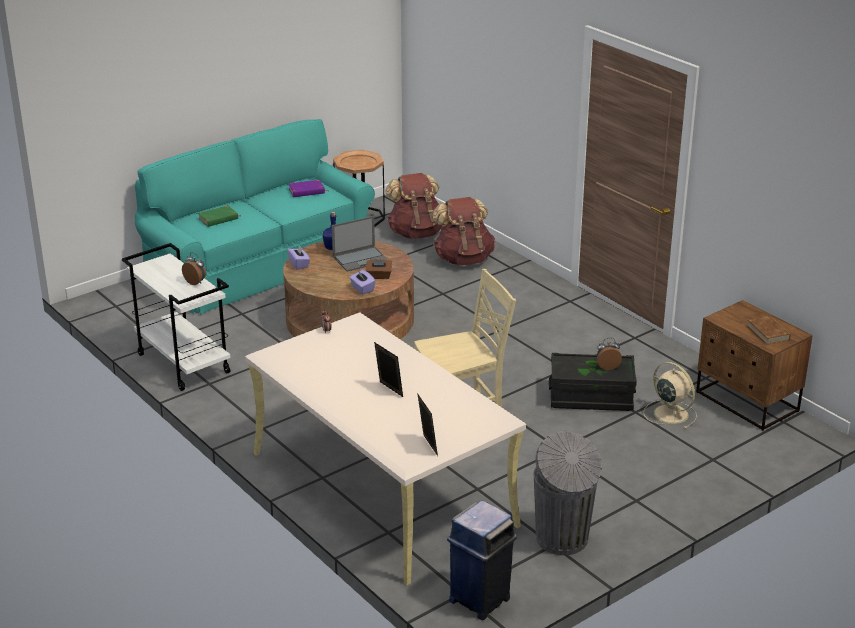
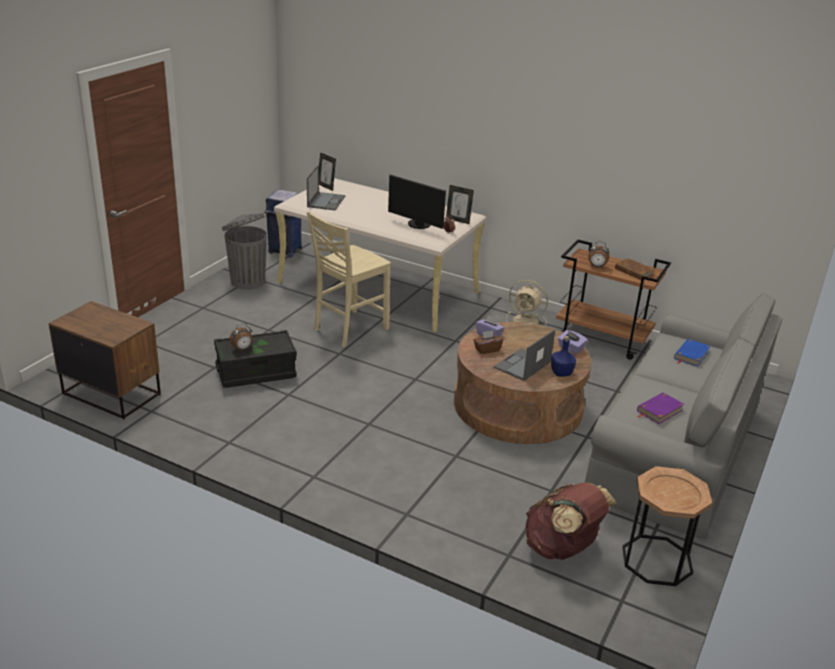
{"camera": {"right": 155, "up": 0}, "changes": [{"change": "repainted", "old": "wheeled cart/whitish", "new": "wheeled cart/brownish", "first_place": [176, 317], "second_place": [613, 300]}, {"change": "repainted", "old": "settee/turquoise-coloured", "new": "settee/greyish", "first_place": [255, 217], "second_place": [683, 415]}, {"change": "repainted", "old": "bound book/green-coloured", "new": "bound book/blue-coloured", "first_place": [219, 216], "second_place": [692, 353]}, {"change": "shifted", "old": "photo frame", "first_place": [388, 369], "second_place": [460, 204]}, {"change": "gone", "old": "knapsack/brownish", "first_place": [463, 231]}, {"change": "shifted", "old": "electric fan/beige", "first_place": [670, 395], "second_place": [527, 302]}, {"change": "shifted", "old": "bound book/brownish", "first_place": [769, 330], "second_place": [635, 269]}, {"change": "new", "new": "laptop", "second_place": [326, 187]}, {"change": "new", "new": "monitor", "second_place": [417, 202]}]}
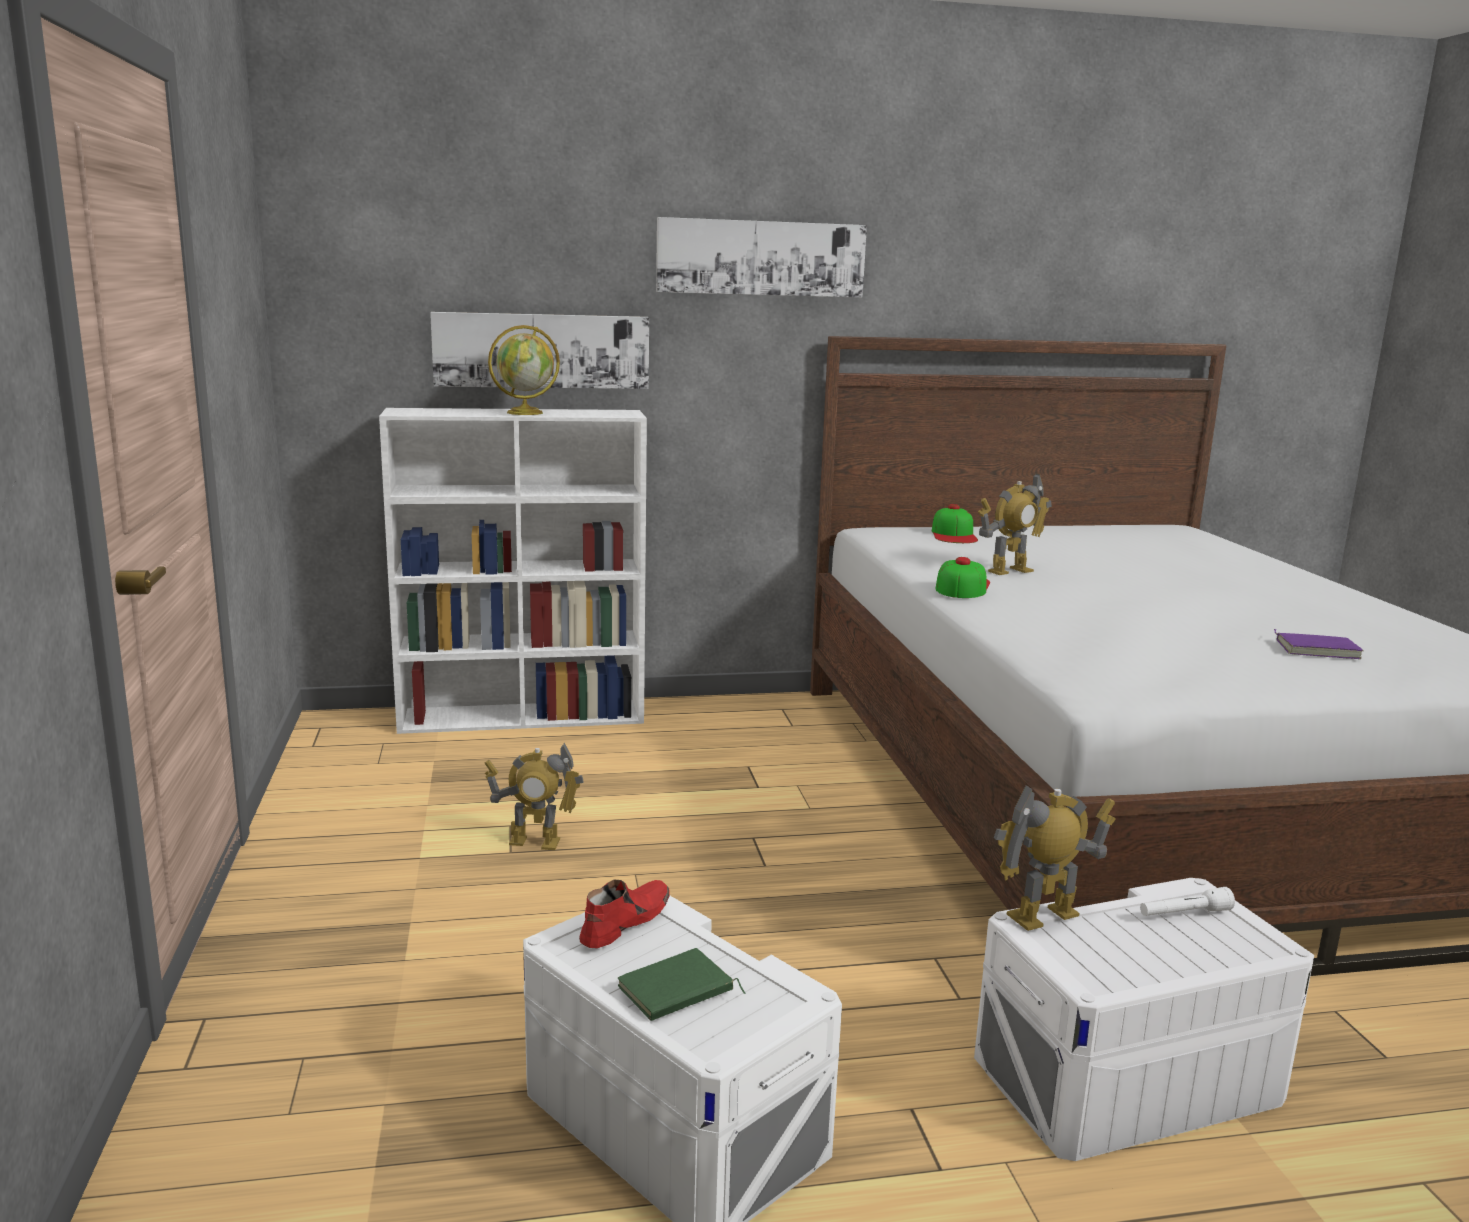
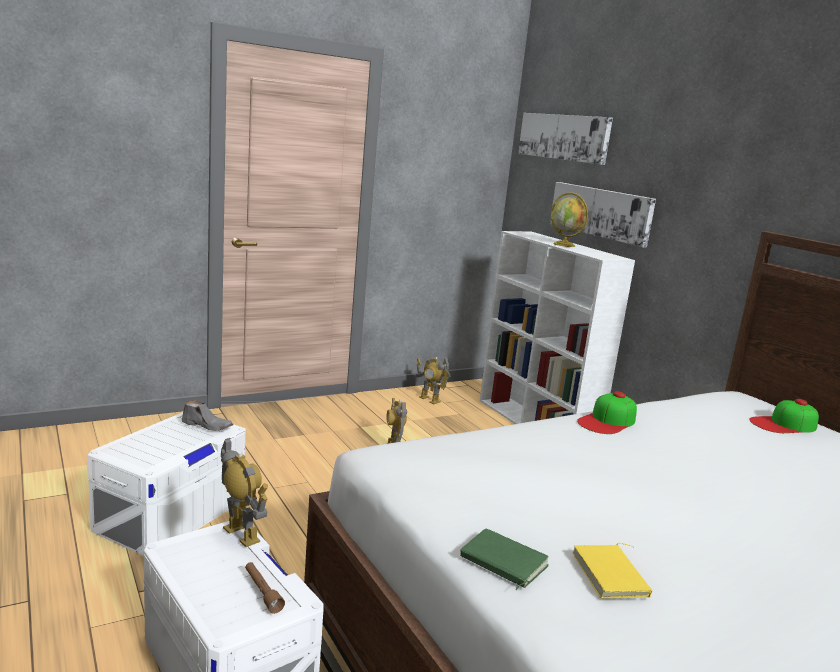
{"camera": {"right": 70, "up": 0}, "changes": [{"change": "repainted", "old": "shoe/reddish", "new": "shoe/greyish", "first_place": [624, 914], "second_place": [207, 416]}, {"change": "shifted", "old": "bound book/green-coloured", "first_place": [681, 984], "second_place": [504, 559]}, {"change": "shifted", "old": "wall art", "first_place": [761, 257], "second_place": [565, 139]}, {"change": "rotated", "old": "cap", "first_place": [962, 577], "second_place": [607, 412], "degrees": 135}, {"change": "shifted", "old": "robot figure", "first_place": [1015, 524], "second_place": [433, 380]}, {"change": "repainted", "old": "hand torch/whitish", "new": "hand torch/brownish", "first_place": [1187, 901], "second_place": [265, 588]}, {"change": "repainted", "old": "bound book/purple-coloured", "new": "bound book/yellowish", "first_place": [1319, 644], "second_place": [613, 571]}]}
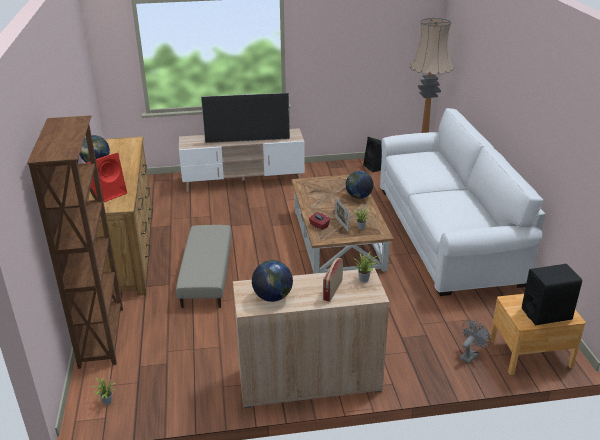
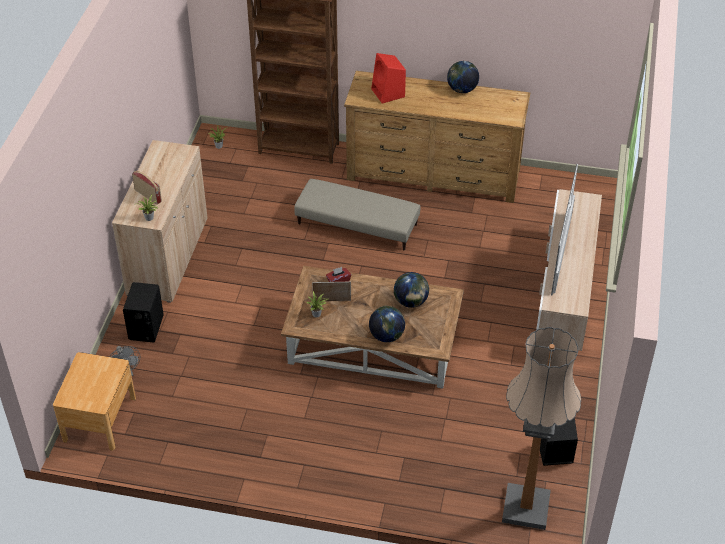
{"camera": {"right": 110, "up": 15}, "changes": [{"change": "shifted", "old": "globe", "first_place": [272, 281], "second_place": [411, 290]}, {"change": "gone", "old": "settee/whitish", "first_place": [462, 202]}, {"change": "shifted", "old": "audio speaker/black-coloured", "first_place": [552, 294], "second_place": [143, 312]}]}
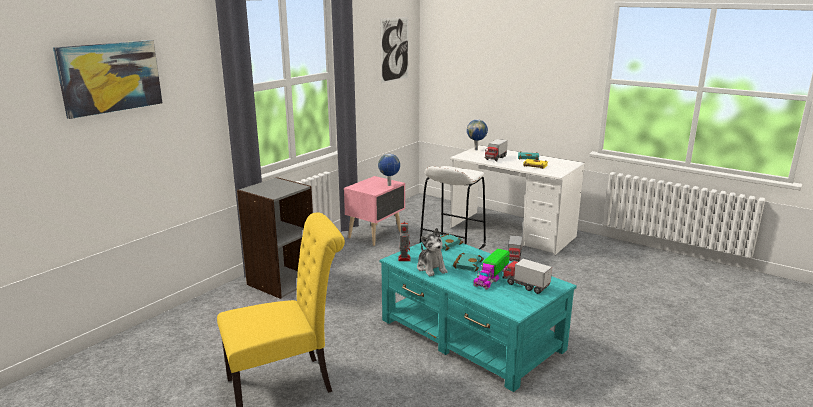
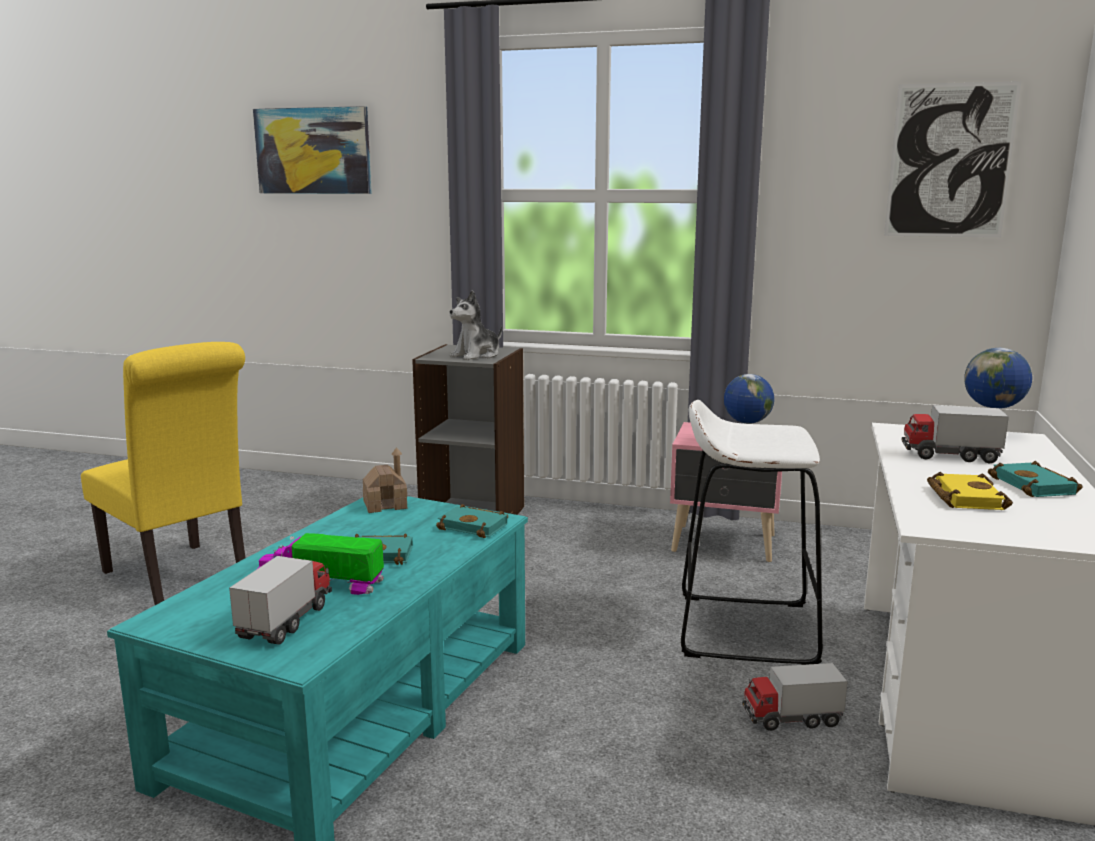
{"camera": {"right": 70, "up": -5}, "changes": [{"change": "swapped", "old": "robot figure", "new": "toy house", "first_place": [404, 239], "second_place": [385, 480]}, {"change": "shifted", "old": "cuddly toy", "first_place": [432, 252], "second_place": [476, 325]}]}
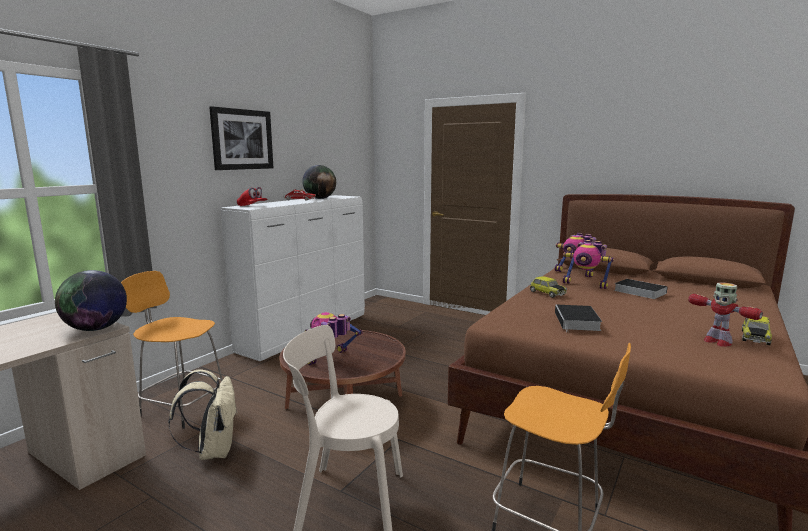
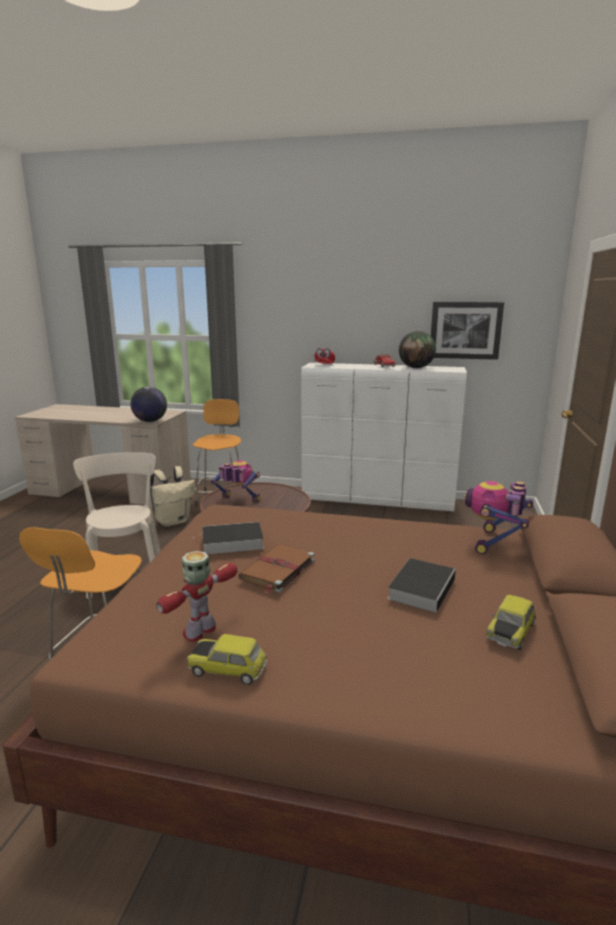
{"camera": {"right": 70, "up": 5}, "changes": [{"change": "shifted", "old": "wall art", "first_place": [241, 138], "second_place": [467, 331]}, {"change": "shifted", "old": "toy car", "first_place": [548, 287], "second_place": [511, 622]}, {"change": "gone", "old": "robot figure", "first_place": [588, 264]}, {"change": "new", "new": "bound book/brownish", "second_place": [276, 568]}]}
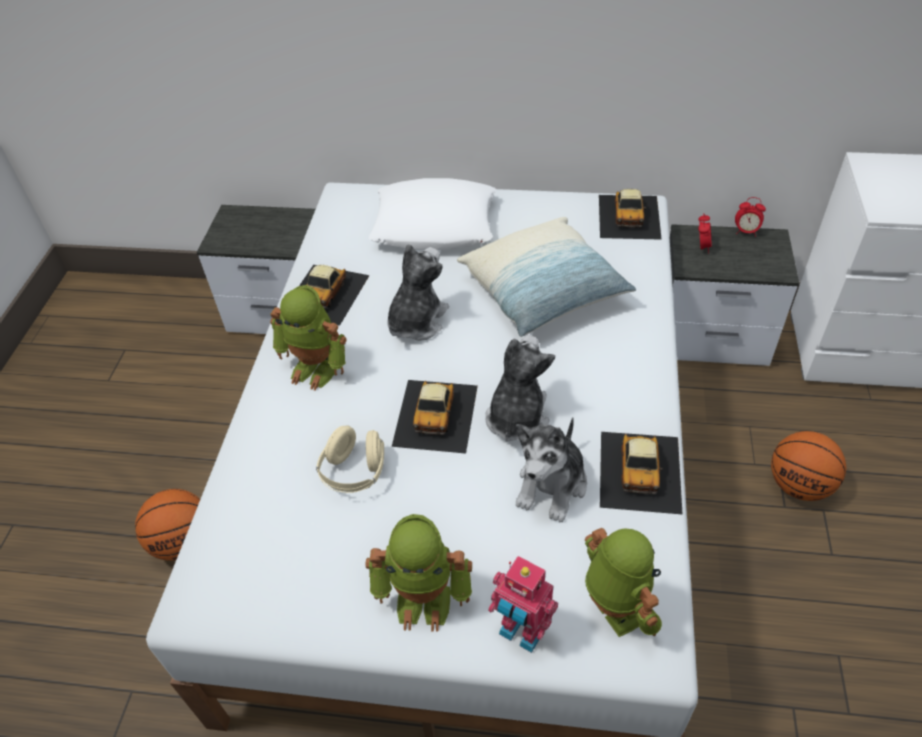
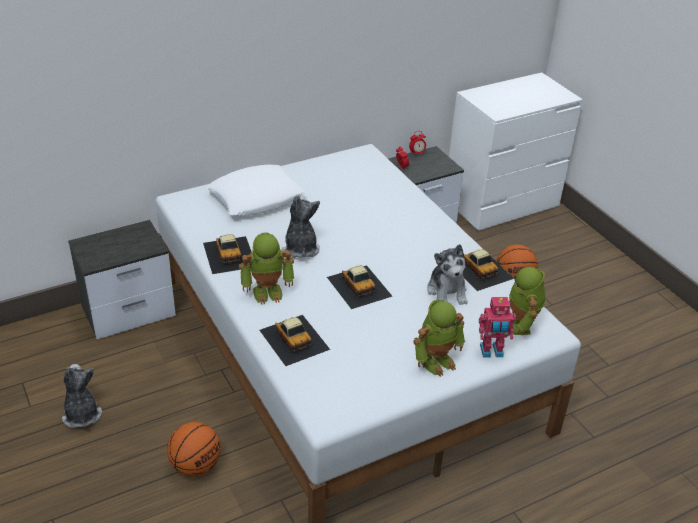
{"camera": {"right": -40, "up": -10}, "changes": [{"change": "gone", "old": "headset/beige", "first_place": [350, 459]}, {"change": "gone", "old": "pillow", "first_place": [546, 277]}, {"change": "shifted", "old": "cuddly toy", "first_place": [520, 388], "second_place": [82, 396]}, {"change": "rotated", "old": "robot figure", "first_place": [623, 582], "second_place": [527, 301], "degrees": -120}, {"change": "shifted", "old": "toy car", "first_place": [630, 214], "second_place": [295, 340]}]}
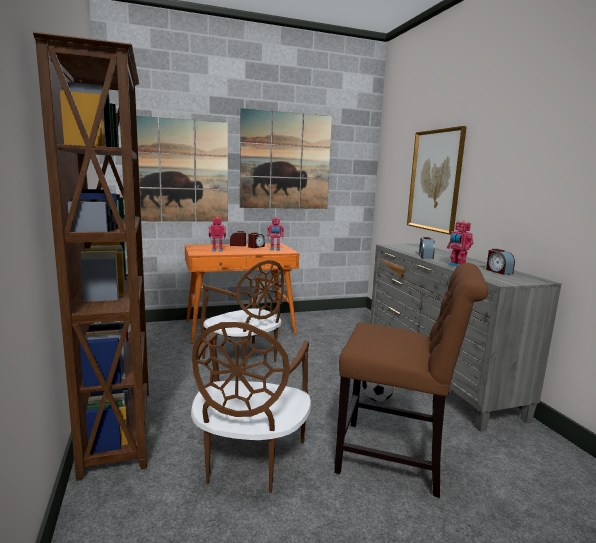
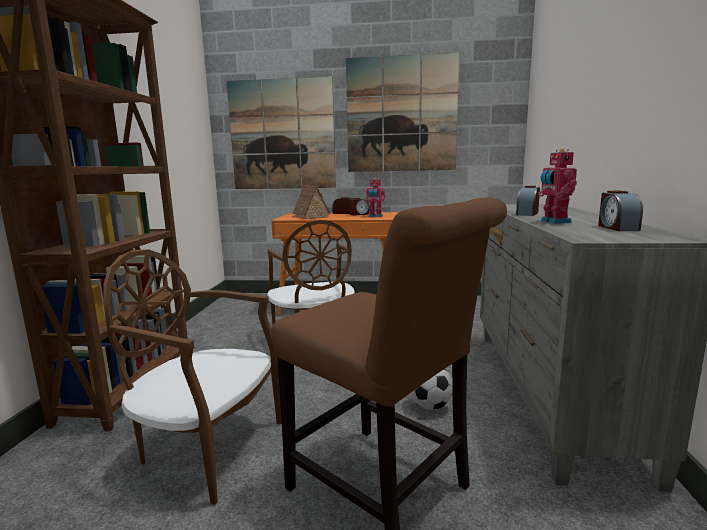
{"camera": {"right": 25, "up": 0}, "changes": [{"change": "rotated", "old": "upright chair/brownish", "first_place": [251, 407], "second_place": [192, 377], "degrees": 75}, {"change": "swapped", "old": "robot figure", "new": "toy house", "first_place": [217, 234], "second_place": [311, 202]}, {"change": "gone", "old": "wall art", "first_place": [437, 180]}]}
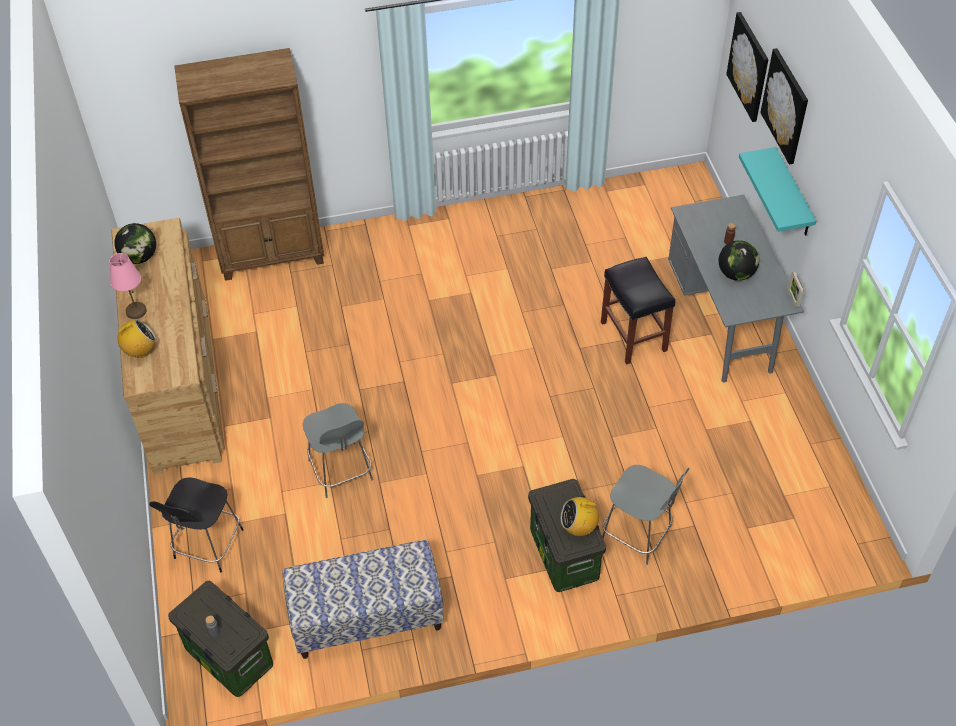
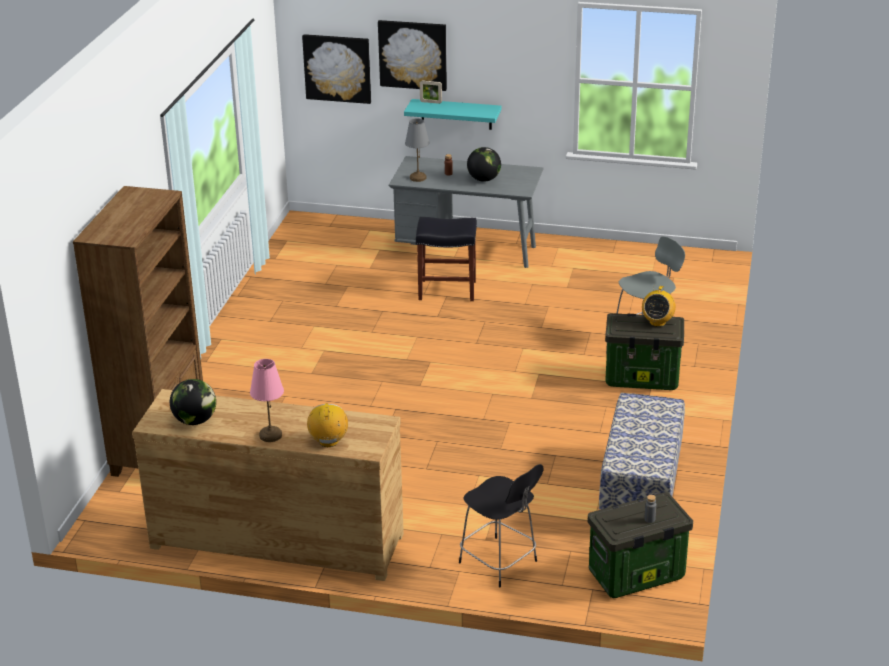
{"camera": {"right": -65, "up": -20}, "changes": [{"change": "gone", "old": "upright chair/greyish", "first_place": [338, 450]}, {"change": "shifted", "old": "photo frame", "first_place": [796, 290], "second_place": [431, 92]}, {"change": "new", "new": "table lamp/greyish", "second_place": [417, 150]}]}
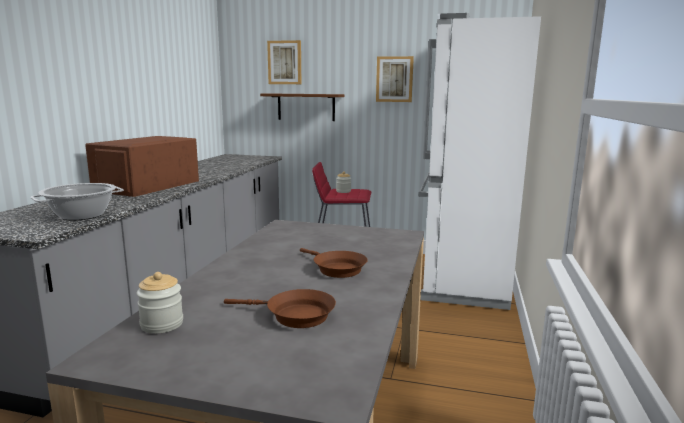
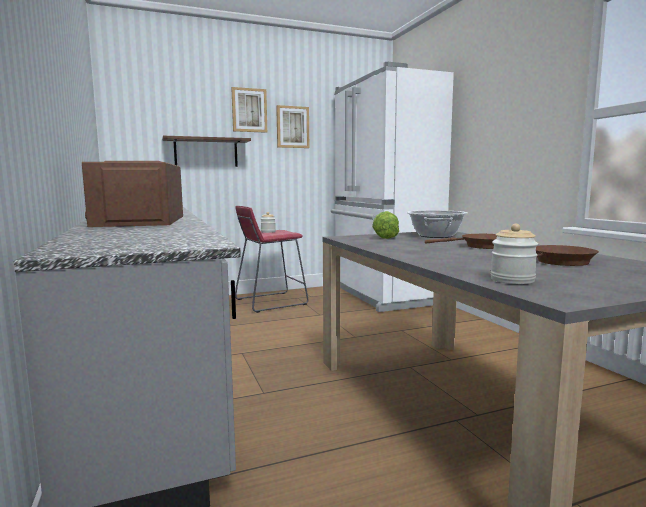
{"camera": {"right": -35, "up": -5}, "changes": [{"change": "shifted", "old": "cooking pot", "first_place": [77, 201], "second_place": [437, 224]}, {"change": "shifted", "old": "wall art", "first_place": [284, 62], "second_place": [249, 110]}, {"change": "new", "new": "lettuce head", "second_place": [385, 225]}]}
